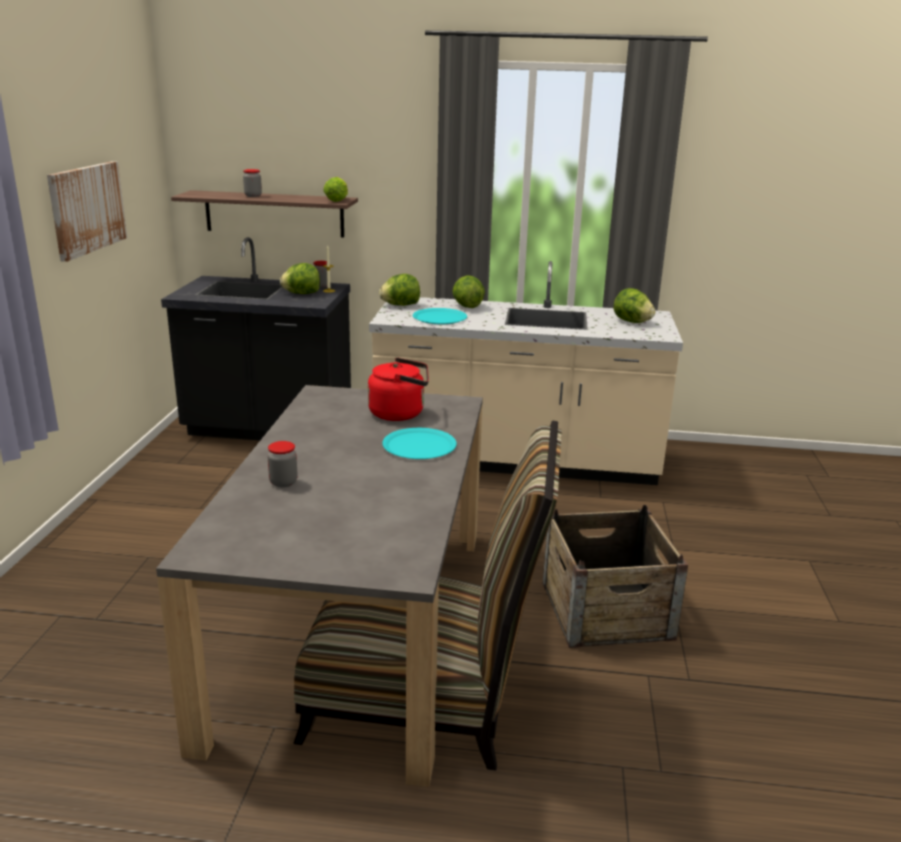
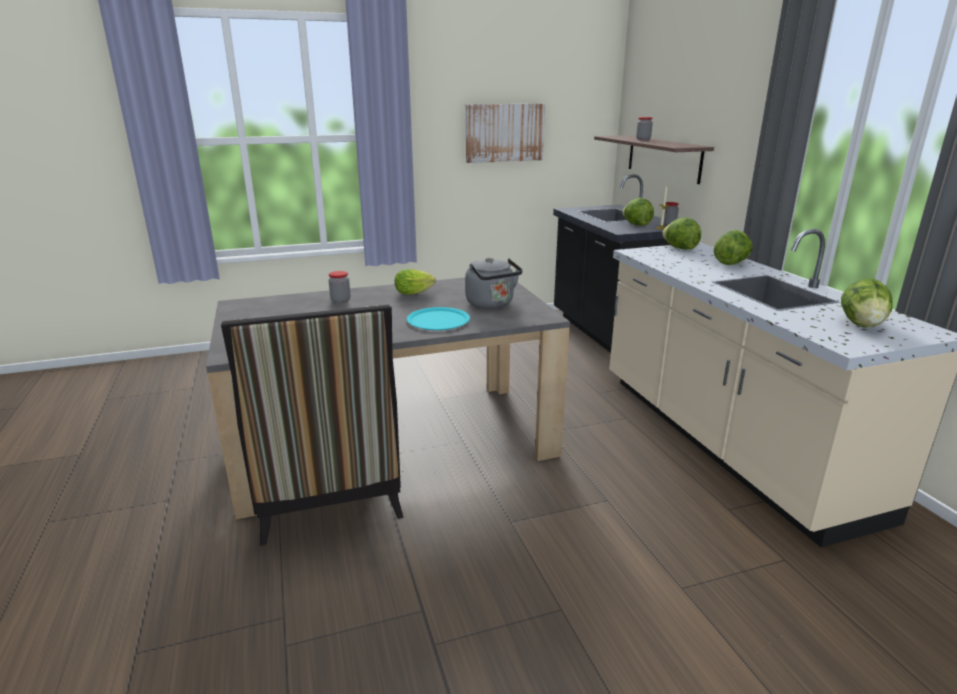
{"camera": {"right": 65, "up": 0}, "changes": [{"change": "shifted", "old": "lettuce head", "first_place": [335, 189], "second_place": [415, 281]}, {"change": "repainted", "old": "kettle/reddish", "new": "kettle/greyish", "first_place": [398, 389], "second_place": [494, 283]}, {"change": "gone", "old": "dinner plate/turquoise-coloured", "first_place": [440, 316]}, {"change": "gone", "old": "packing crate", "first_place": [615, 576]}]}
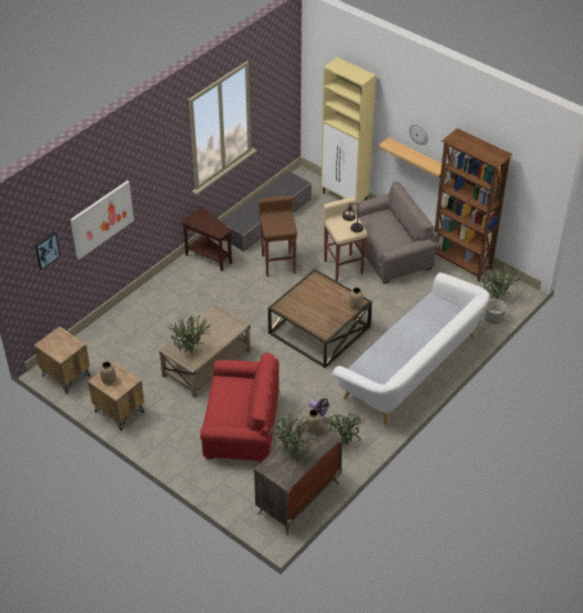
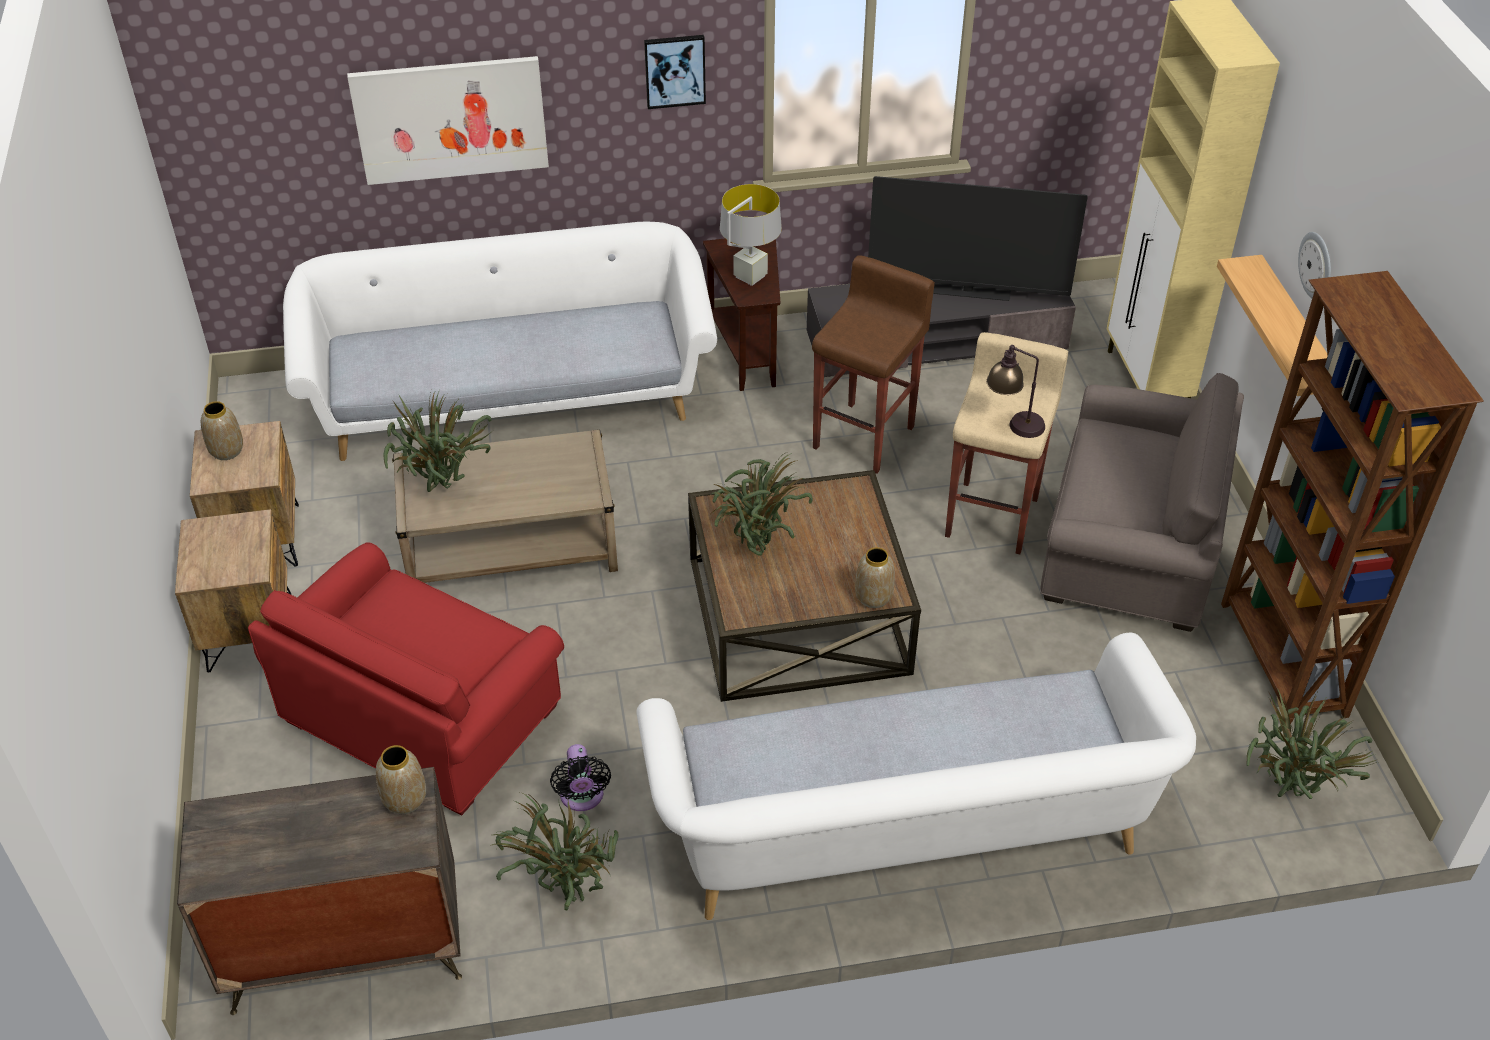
{"camera": {"right": 40, "up": 0}, "changes": [{"change": "shifted", "old": "night table/brownish", "first_place": [62, 360], "second_place": [233, 590]}, {"change": "shifted", "old": "wall art", "first_place": [48, 251], "second_place": [675, 72]}, {"change": "rotated", "old": "easy chair/reddish", "first_place": [239, 408], "second_place": [406, 678], "degrees": 75}, {"change": "shifted", "old": "houseplant", "first_place": [293, 433], "second_place": [762, 504]}, {"change": "gone", "old": "flower pot/greyish", "first_place": [495, 312]}, {"change": "new", "new": "settee/whitish", "second_place": [500, 341]}, {"change": "new", "new": "table lamp/greyish", "second_place": [751, 235]}, {"change": "new", "new": "TV", "second_place": [978, 238]}]}
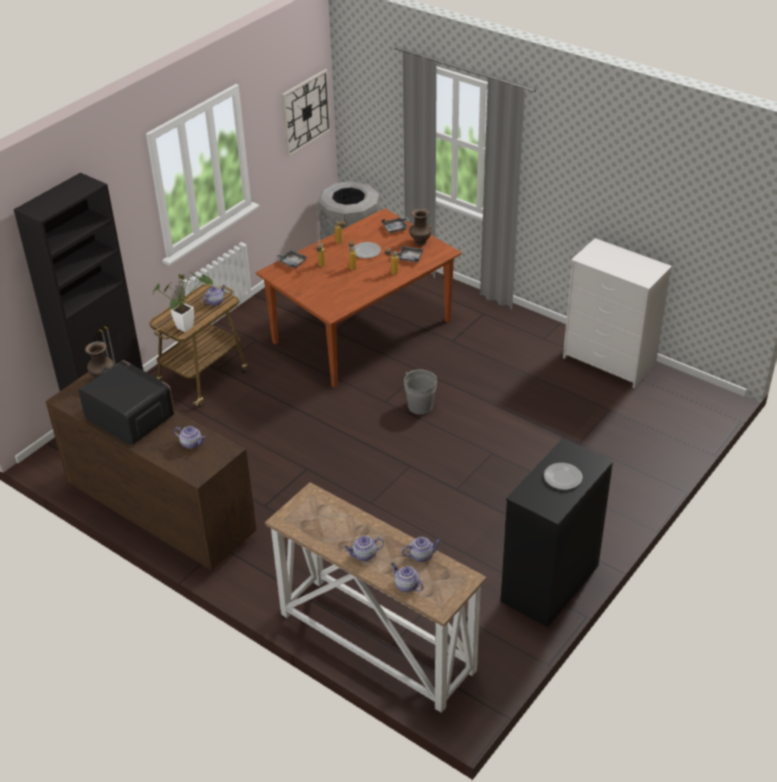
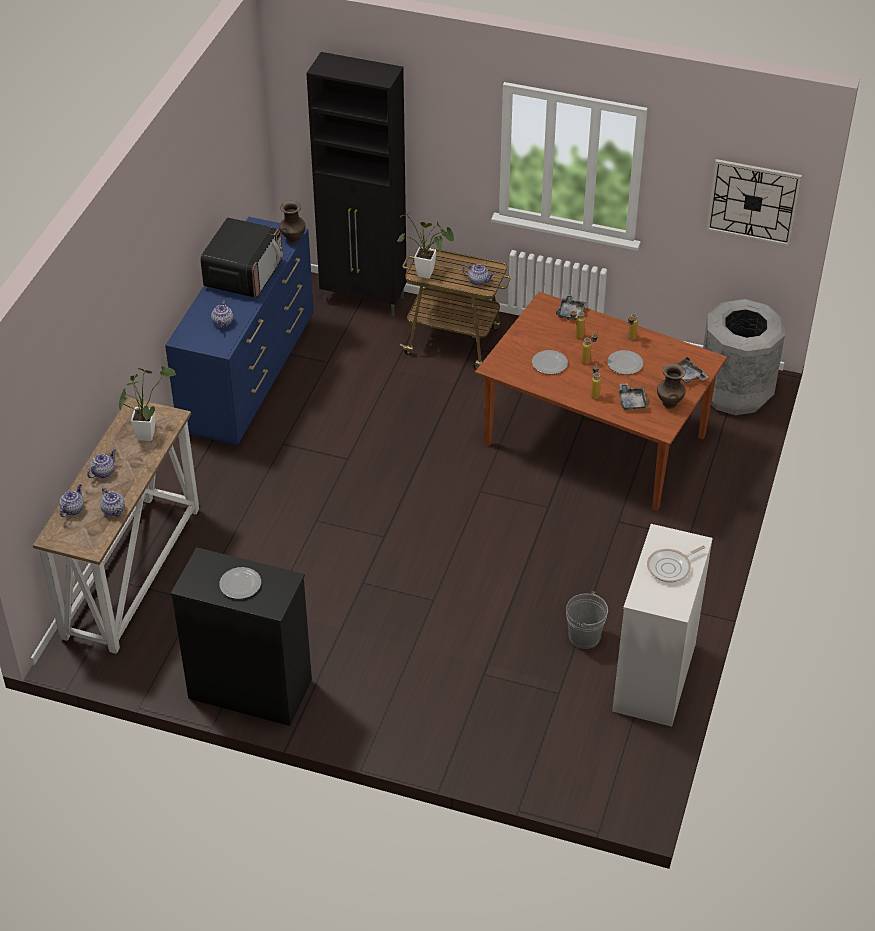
{"camera": {"right": 70, "up": 5}, "changes": [{"change": "repainted", "old": "drawer chest/brownish", "new": "drawer chest/blue-coloured", "first_place": [151, 471], "second_place": [239, 331]}, {"change": "rotated", "old": "pot for tea", "first_place": [364, 548], "second_place": [101, 463], "degrees": 75}, {"change": "shifted", "old": "water bucket/greyish", "first_place": [420, 392], "second_place": [587, 620]}, {"change": "new", "new": "houseplant", "second_place": [147, 403]}, {"change": "new", "new": "dinner plate", "second_place": [550, 362]}, {"change": "new", "new": "pan", "second_place": [676, 564]}]}
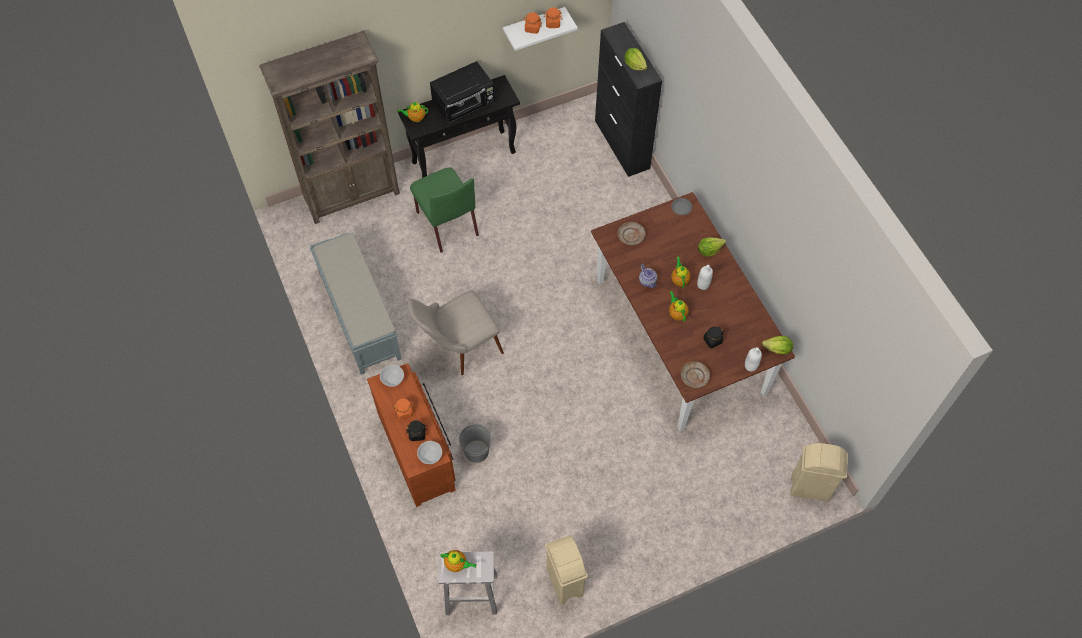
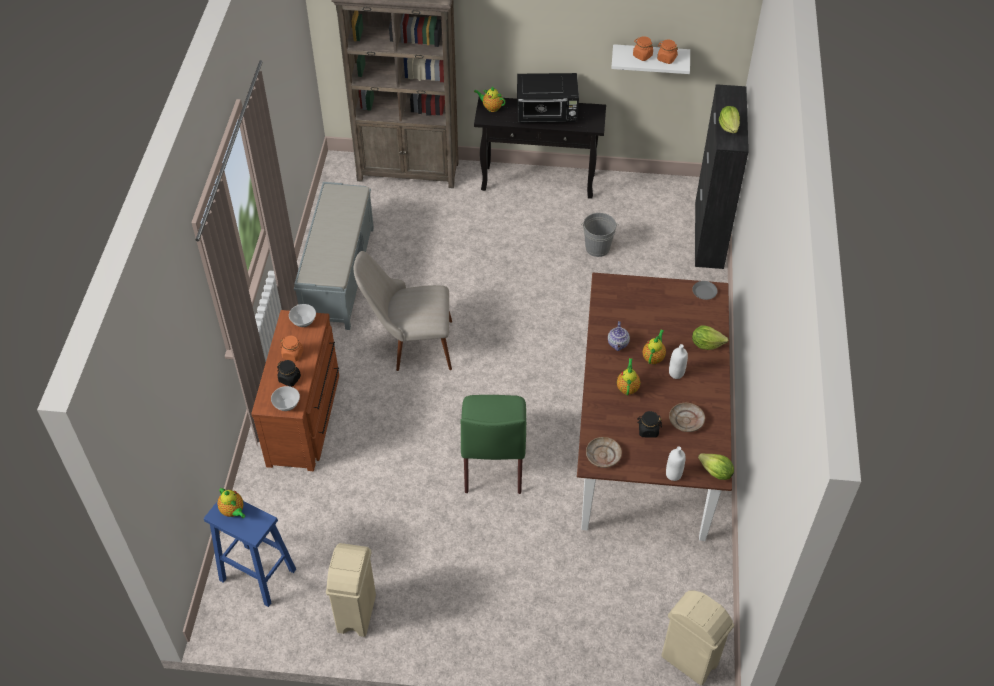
{"camera": {"right": 30, "up": -10}, "changes": [{"change": "shifted", "old": "upright chair/green-coloured", "first_place": [444, 210], "second_place": [493, 444]}, {"change": "repainted", "old": "sitting stool/whitish", "new": "sitting stool/blue-coloured", "first_place": [467, 583], "second_place": [250, 554]}, {"change": "shifted", "old": "water bucket/greyish", "first_place": [476, 443], "second_place": [600, 235]}, {"change": "shifted", "old": "dinner plate/beige", "first_place": [631, 233], "second_place": [687, 417]}]}
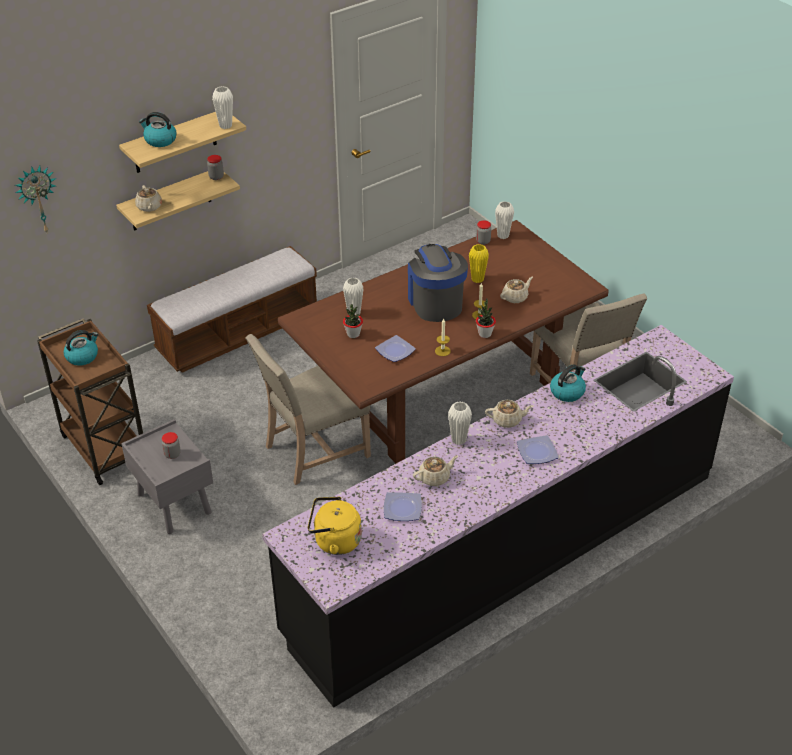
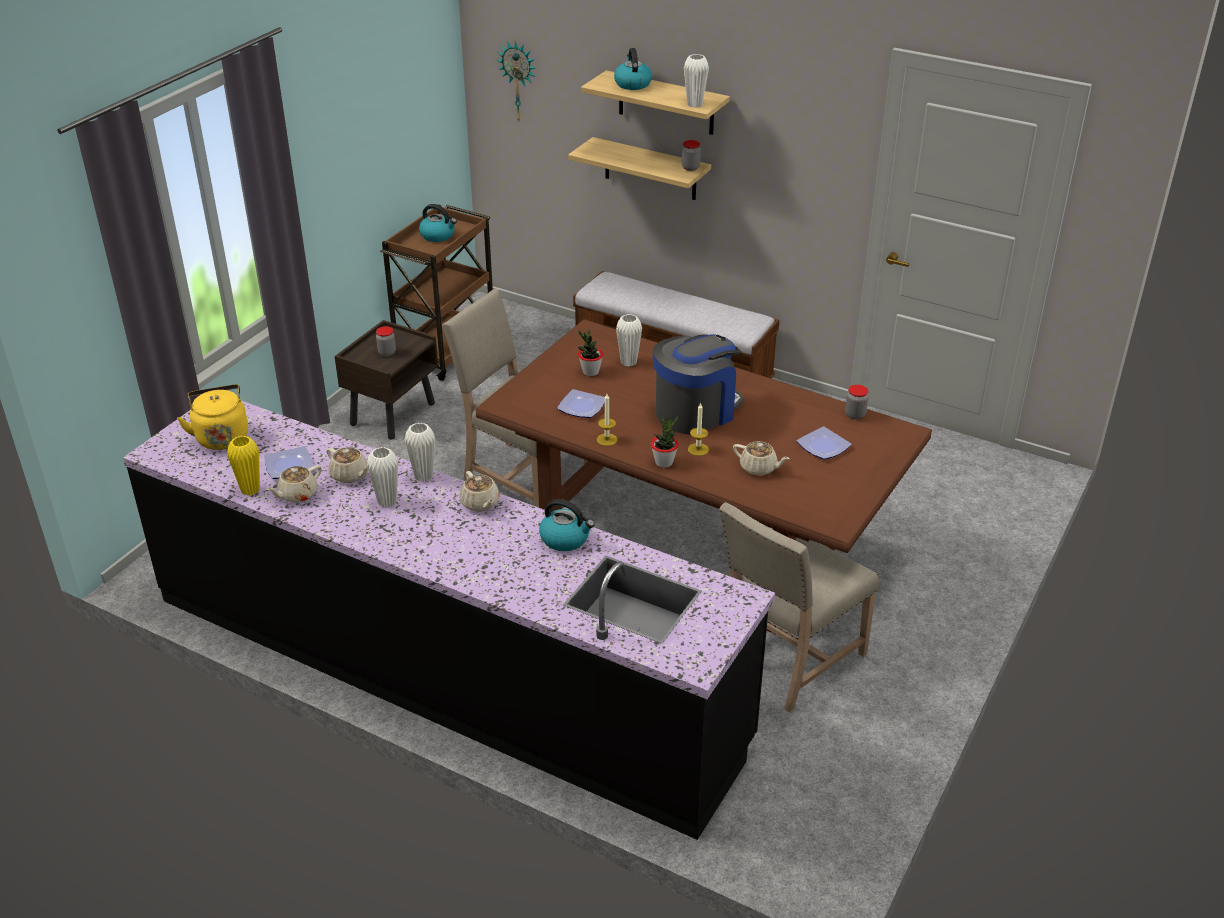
{"camera": {"right": 65, "up": -5}, "changes": [{"change": "repainted", "old": "night table/greyish", "new": "night table/brownish", "first_place": [167, 476], "second_place": [386, 380]}, {"change": "shifted", "old": "pot for tea/beige", "first_place": [148, 198], "second_place": [294, 484]}, {"change": "shifted", "old": "vase/yellowish", "first_place": [479, 263], "second_place": [243, 466]}, {"change": "shifted", "old": "vase/whitish", "first_place": [504, 220], "second_place": [382, 477]}, {"change": "shifted", "old": "dinner plate", "first_place": [537, 449], "second_place": [824, 443]}]}
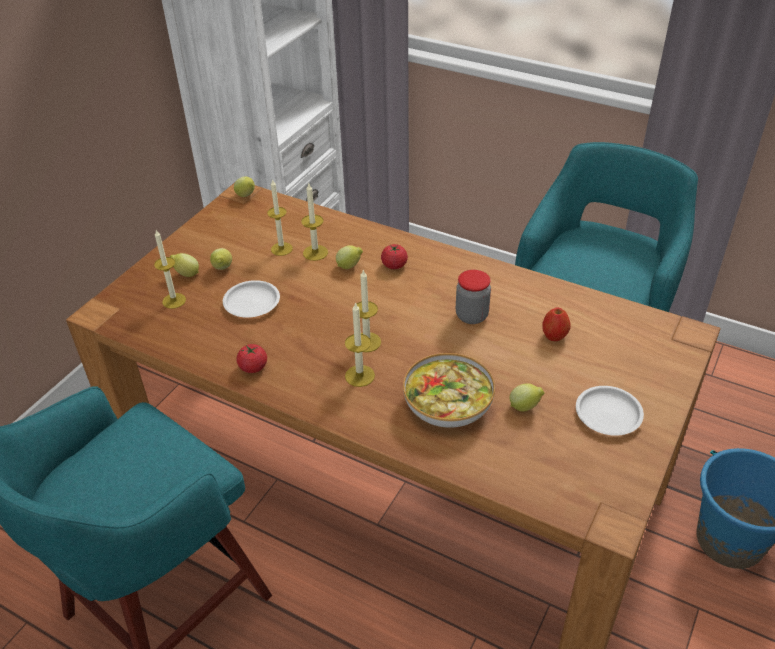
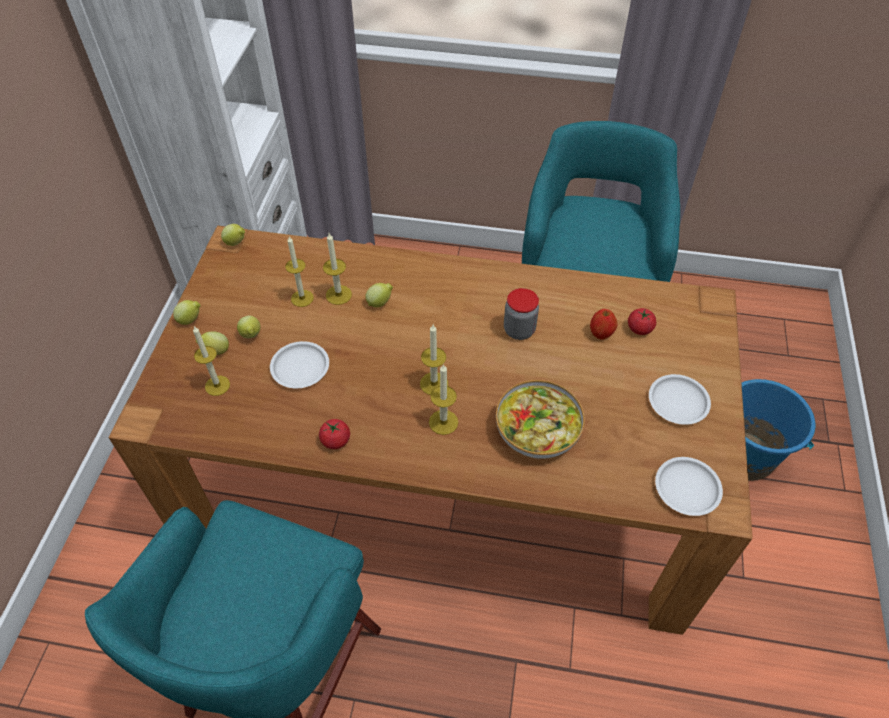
{"camera": {"right": -20, "up": 10}, "changes": [{"change": "shifted", "old": "whole tomato", "first_place": [394, 256], "second_place": [642, 321]}, {"change": "shifted", "old": "whole lemon", "first_place": [527, 397], "second_place": [187, 312]}, {"change": "new", "new": "dinner plate/whitish", "second_place": [689, 486]}]}
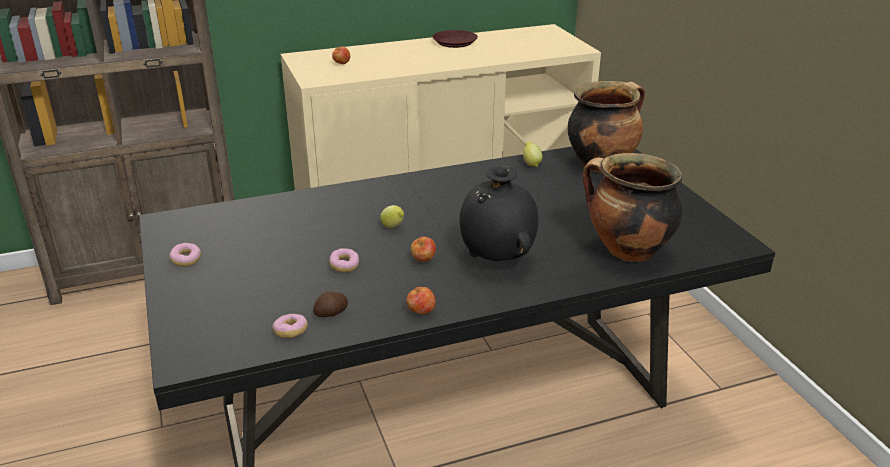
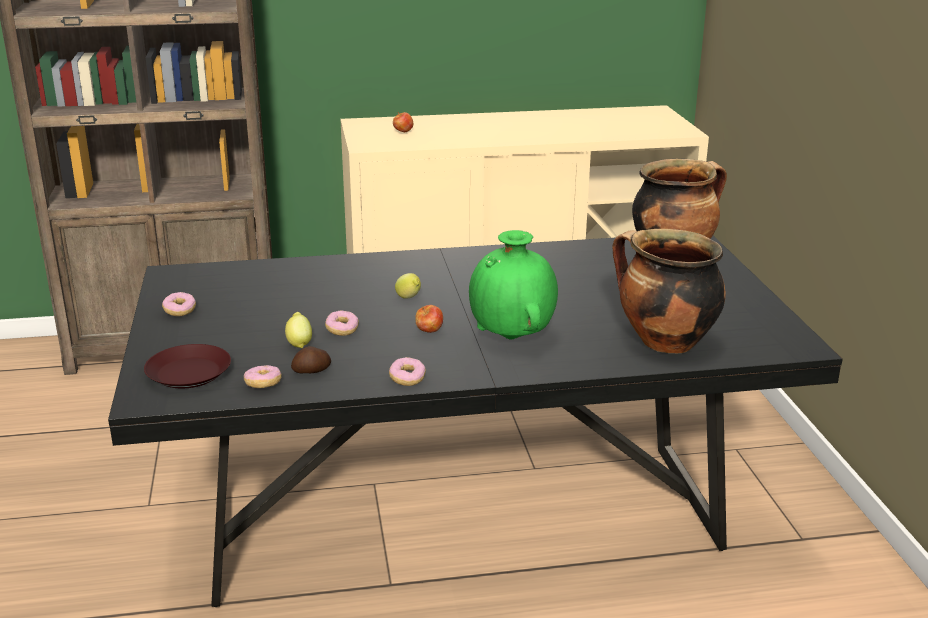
{"camera": {"right": 10, "up": -5}, "changes": [{"change": "swapped", "old": "apple", "new": "ring doughnut", "first_place": [421, 300], "second_place": [407, 371]}, {"change": "shifted", "old": "dinner plate/brownish", "first_place": [455, 39], "second_place": [187, 366]}, {"change": "repainted", "old": "vase/black-coloured", "new": "vase/green-coloured", "first_place": [499, 213], "second_place": [513, 285]}, {"change": "shifted", "old": "whole lemon", "first_place": [533, 154], "second_place": [298, 330]}]}
